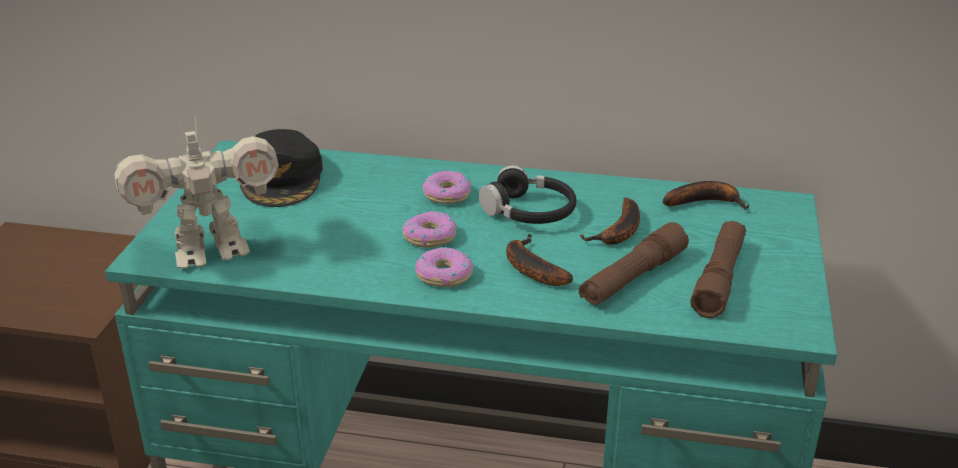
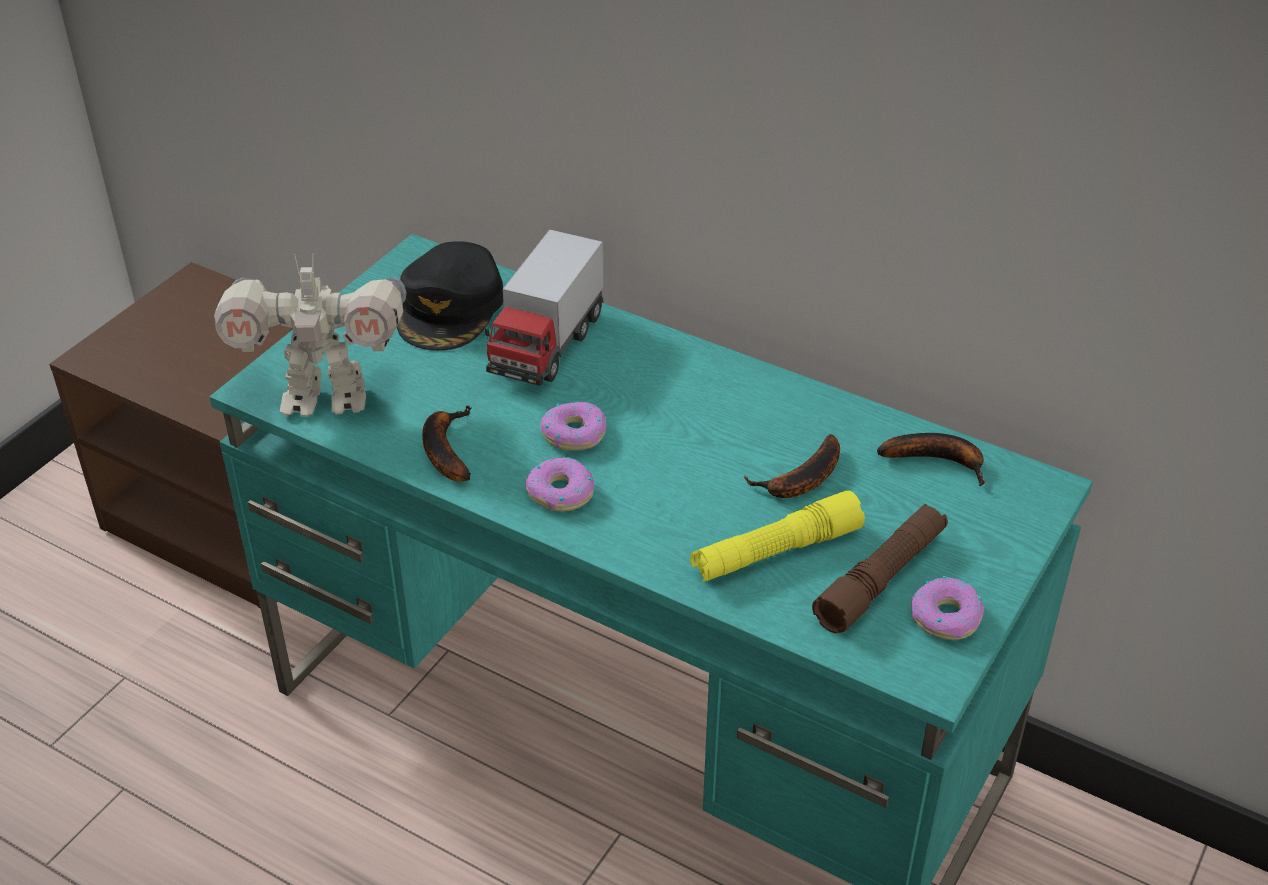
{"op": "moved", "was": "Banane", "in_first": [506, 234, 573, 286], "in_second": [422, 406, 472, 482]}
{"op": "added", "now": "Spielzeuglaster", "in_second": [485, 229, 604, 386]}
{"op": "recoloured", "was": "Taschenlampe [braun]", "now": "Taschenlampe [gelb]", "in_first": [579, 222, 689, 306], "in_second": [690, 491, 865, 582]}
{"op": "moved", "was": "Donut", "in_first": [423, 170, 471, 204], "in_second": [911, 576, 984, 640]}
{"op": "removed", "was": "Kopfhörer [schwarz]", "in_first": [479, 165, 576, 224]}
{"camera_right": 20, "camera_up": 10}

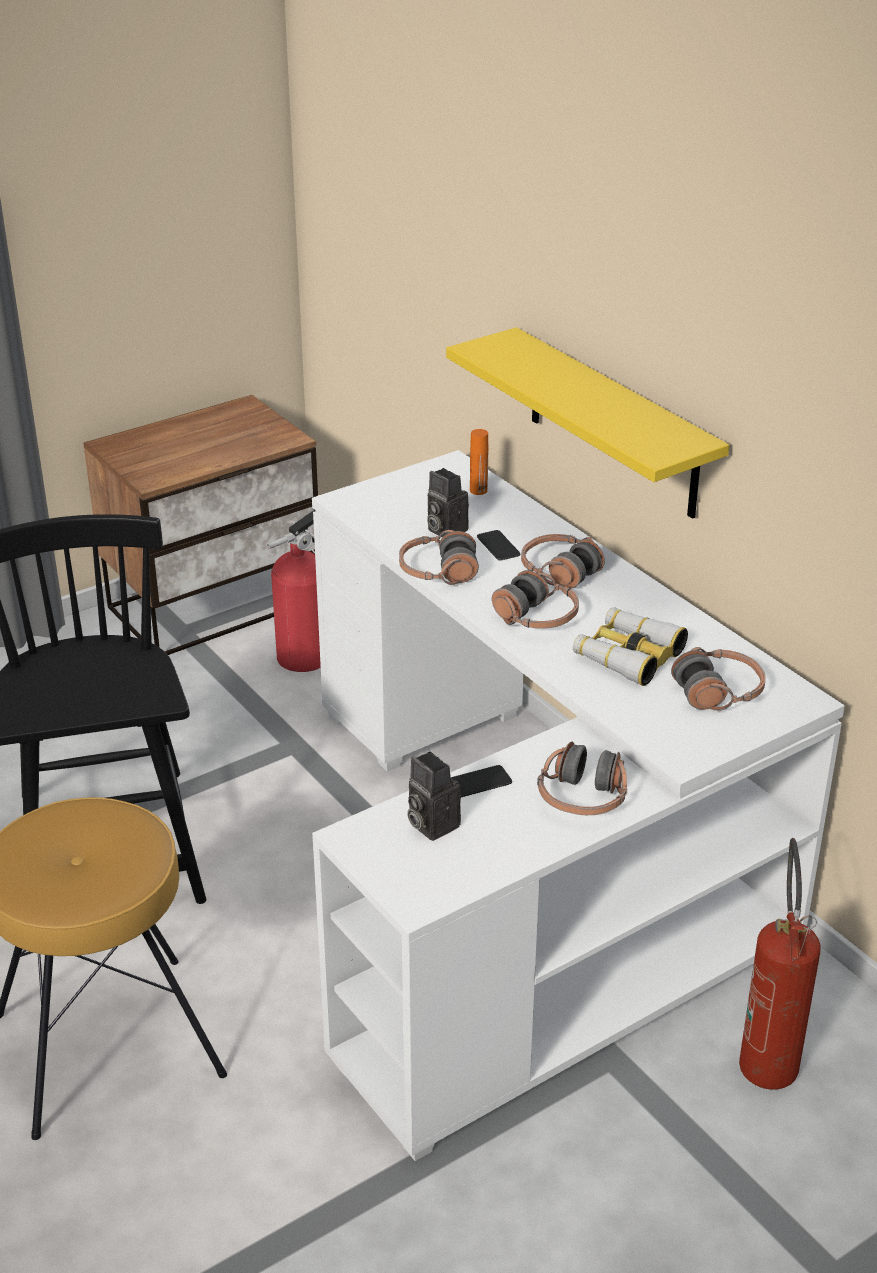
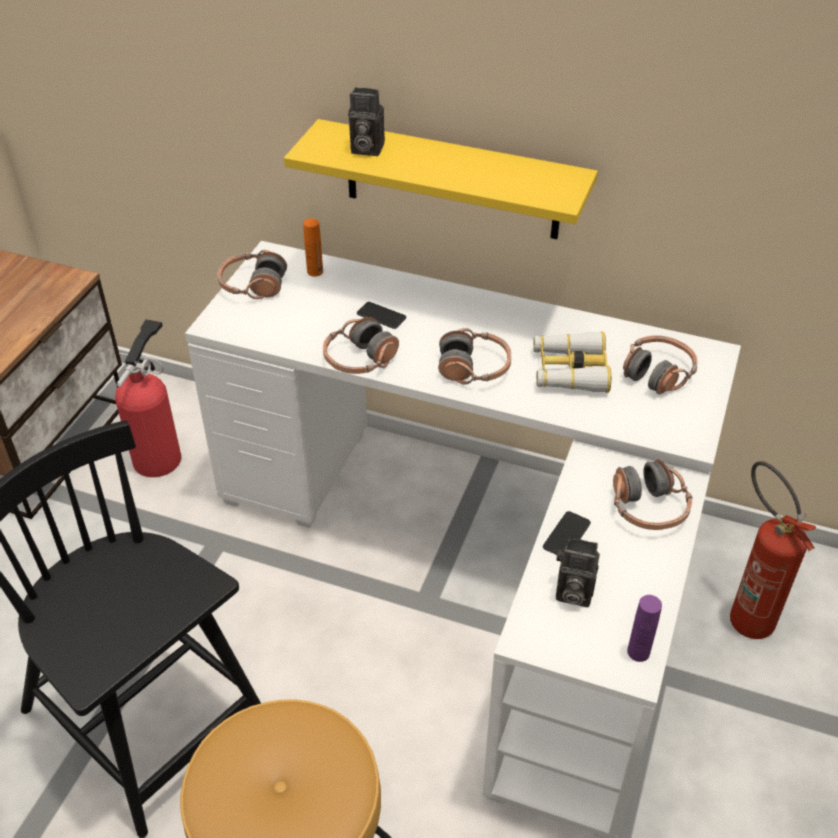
{"op": "moved", "was": "Kopfhörer", "in_first": [521, 534, 605, 589], "in_second": [217, 250, 287, 299]}
{"op": "moved", "was": "Kamera", "in_first": [427, 468, 469, 537], "in_second": [348, 87, 385, 156]}
{"op": "added", "now": "Flasche [lila]", "in_second": [627, 595, 662, 662]}
{"camera_right": -35, "camera_up": 10}

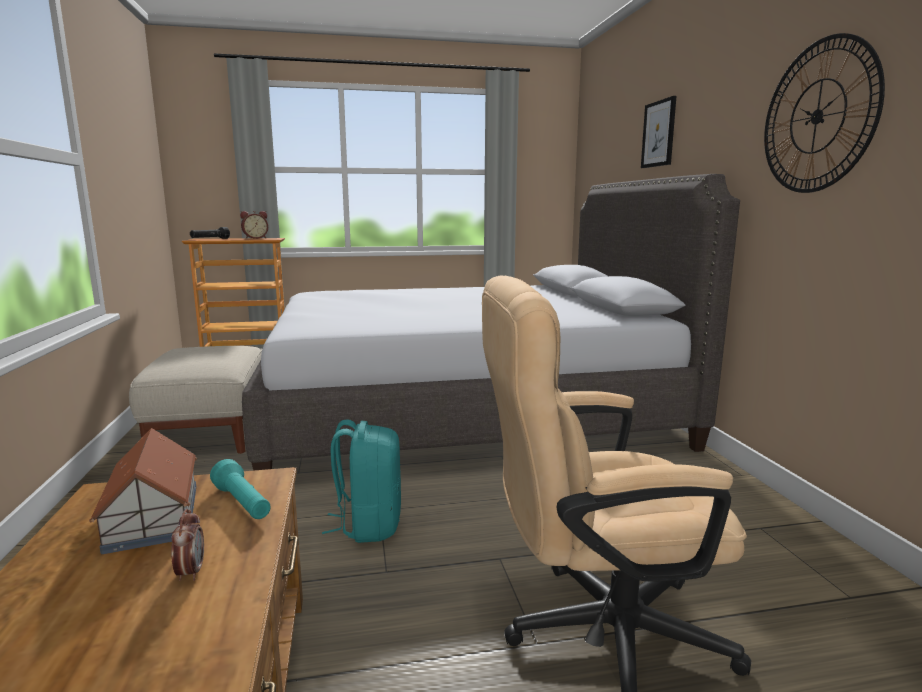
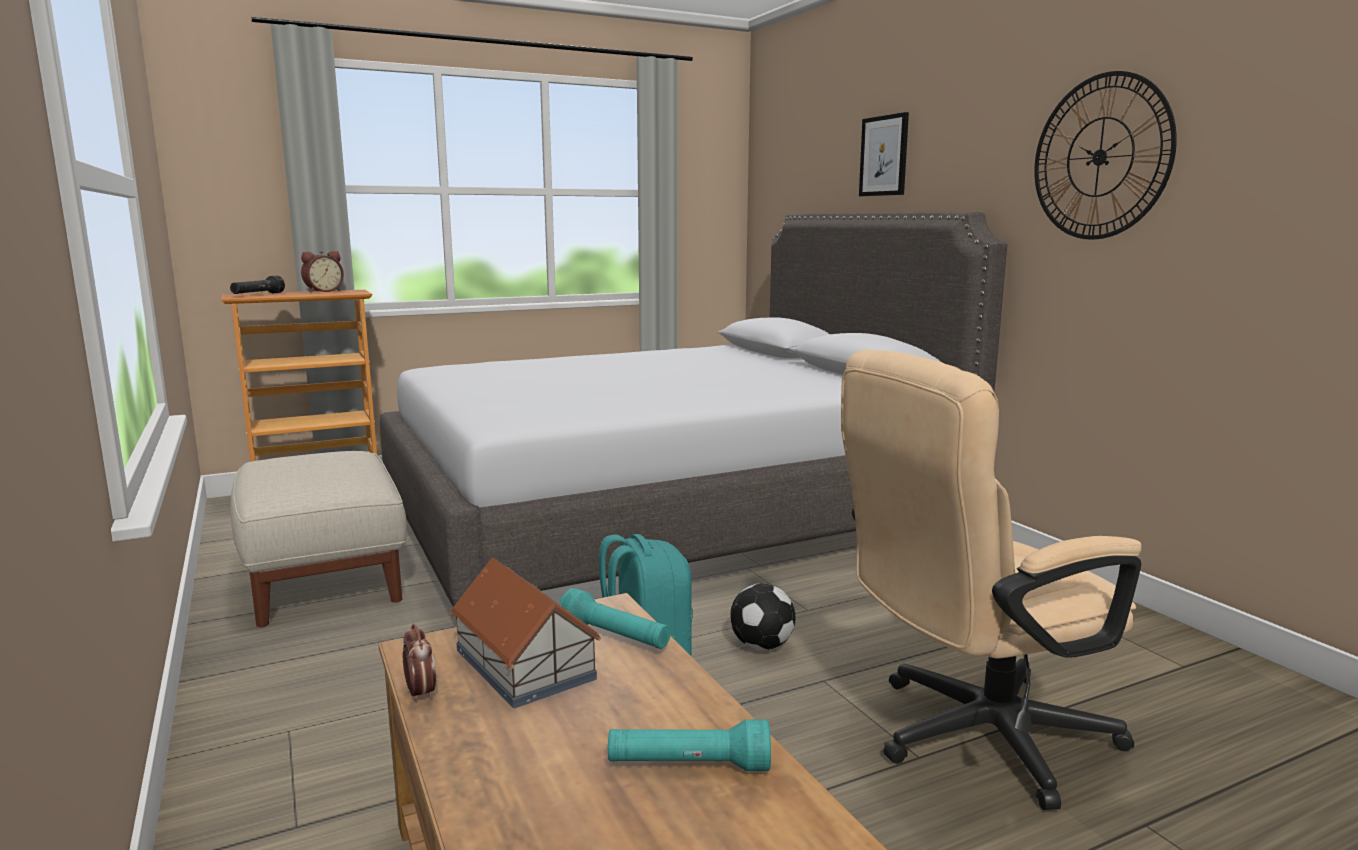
{"op": "moved", "was": "Wecker", "in_first": [171, 509, 204, 581], "in_second": [403, 623, 436, 702]}
{"op": "added", "now": "Taschenlampe [türkis]", "in_second": [608, 720, 771, 771]}
{"op": "added", "now": "Fußball", "in_second": [730, 583, 795, 650]}
{"camera_right": -15, "camera_up": 0}

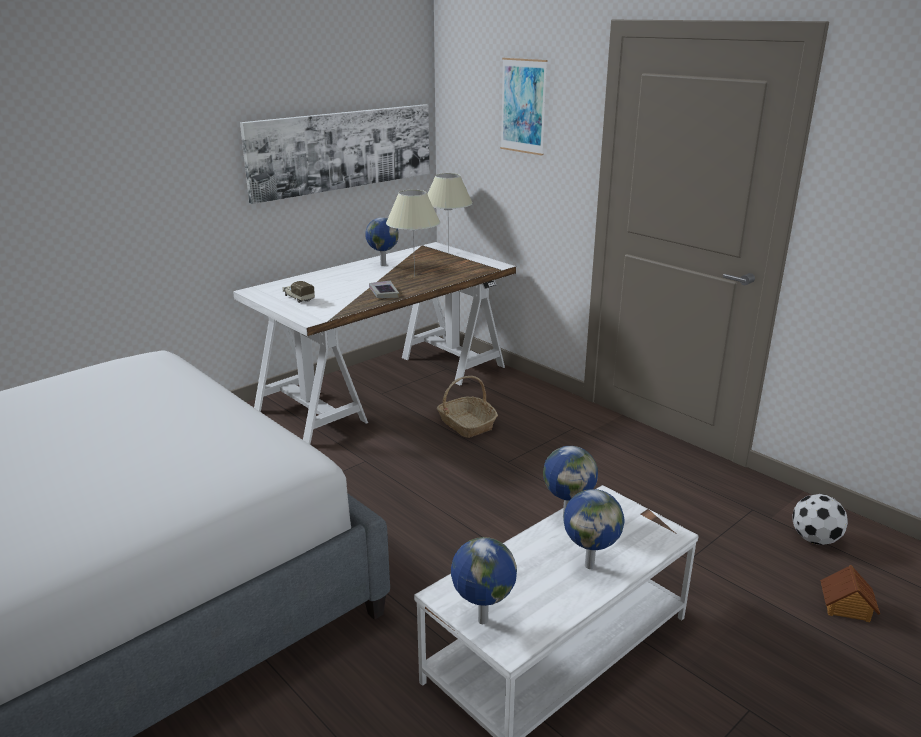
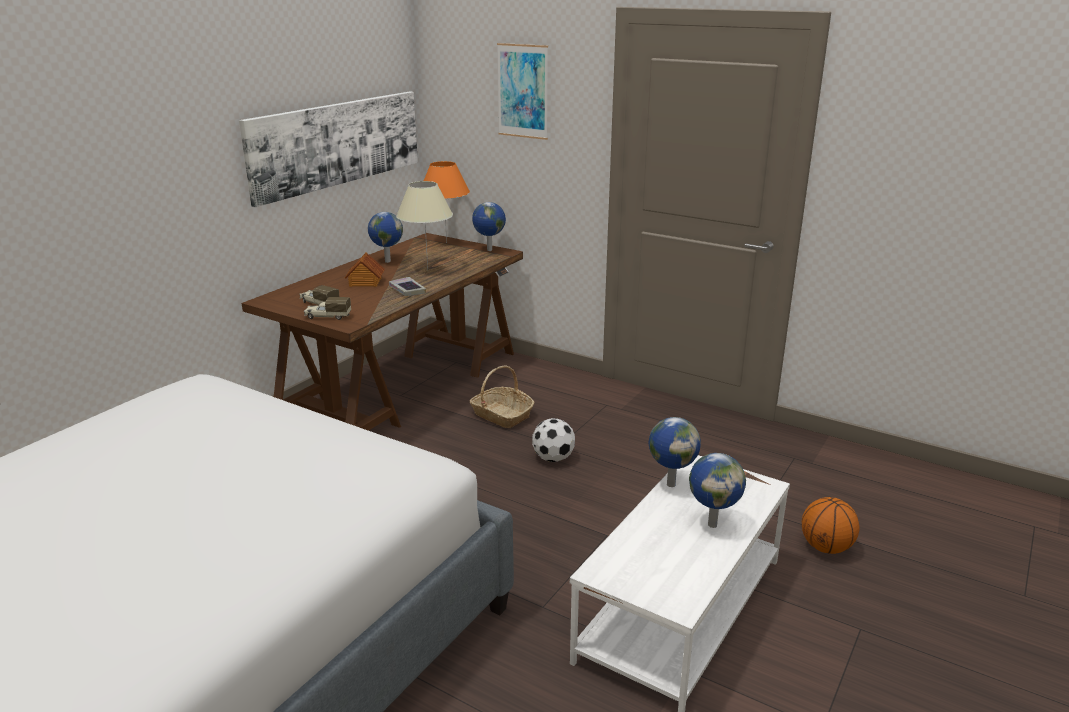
{"op": "recoloured", "was": "Schreibtisch [weiß]", "now": "Schreibtisch [braun]", "in_first": [233, 242, 516, 444], "in_second": [242, 233, 523, 431]}
{"op": "added", "now": "Spielzeuglaster", "in_second": [304, 297, 351, 320]}
{"op": "moved", "was": "Spielzeughaus", "in_first": [820, 565, 880, 622], "in_second": [345, 253, 385, 287]}
{"op": "recoloured", "was": "Tischlampe [beige]", "now": "Tischlampe [orange]", "in_first": [427, 173, 473, 253], "in_second": [424, 161, 470, 243]}
{"op": "moved", "was": "Globus", "in_first": [451, 537, 517, 624], "in_second": [472, 202, 506, 251]}
{"op": "moved", "was": "Fußball", "in_first": [793, 494, 848, 545], "in_second": [532, 418, 575, 462]}
{"op": "added", "now": "Basketball", "in_second": [802, 497, 860, 554]}
{"camera_right": -15, "camera_up": 0}

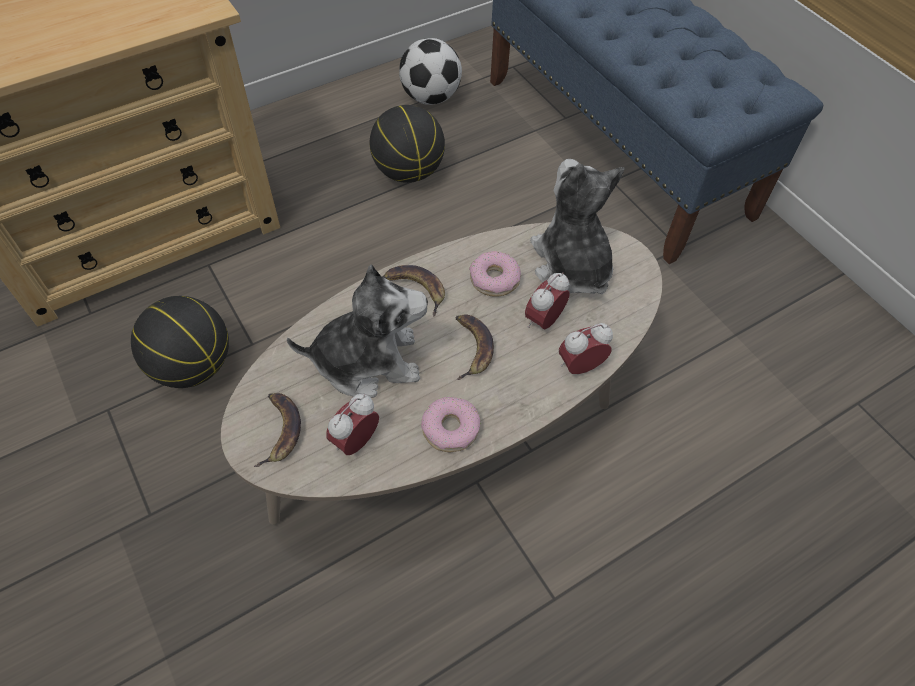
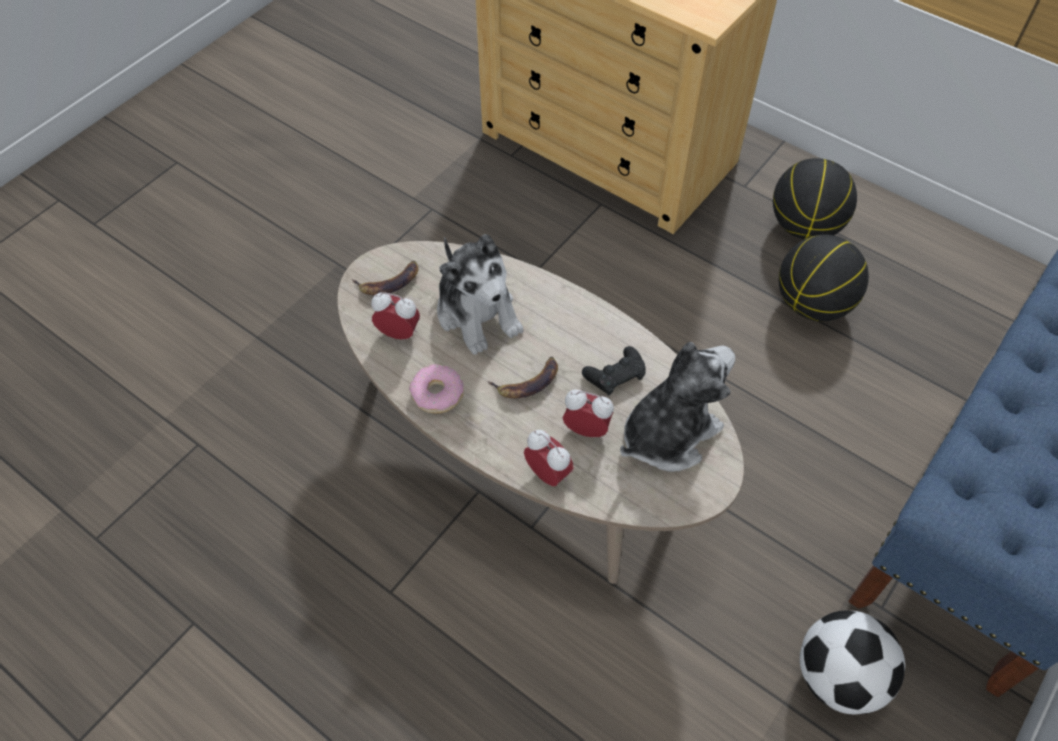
{"op": "replaced", "was": "Donut", "now": "Gamepad [schwarz]", "in_first": [469, 251, 521, 297], "in_second": [582, 346, 646, 395]}
{"op": "moved", "was": "Basketball", "in_first": [131, 296, 229, 388], "in_second": [773, 158, 857, 239]}
{"op": "moved", "was": "Fußball", "in_first": [399, 38, 462, 105], "in_second": [800, 611, 905, 714]}
{"op": "removed", "was": "Banane", "in_first": [382, 265, 445, 316]}
{"camera_right": 70, "camera_up": 0}

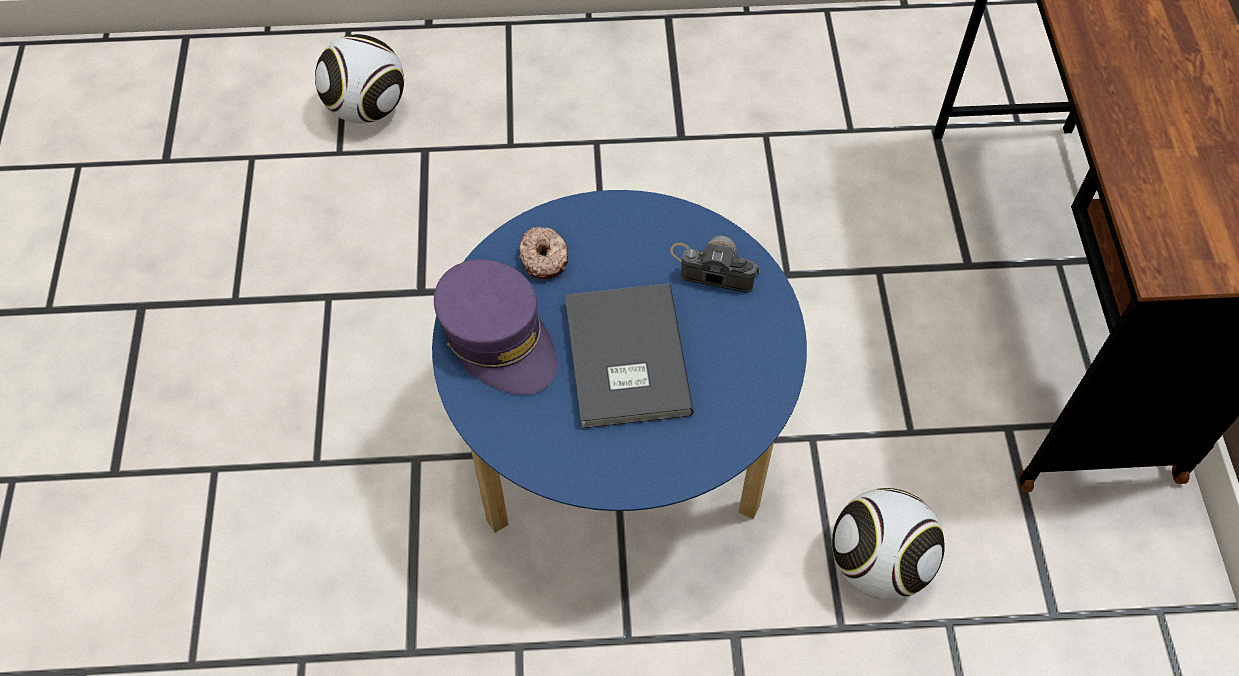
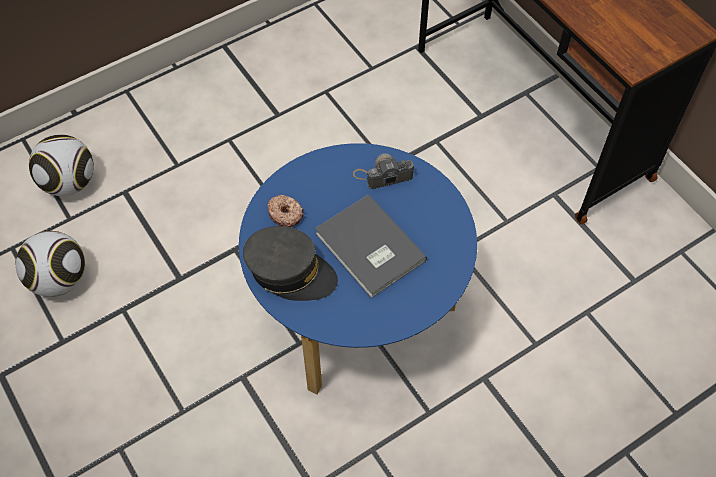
{"op": "moved", "was": "Fußball", "in_first": [832, 488, 945, 599], "in_second": [16, 231, 85, 297]}
{"op": "recoloured", "was": "Kappe [lila]", "now": "Kappe [grau]", "in_first": [434, 259, 557, 395], "in_second": [243, 226, 338, 301]}
{"camera_right": -30, "camera_up": 0}

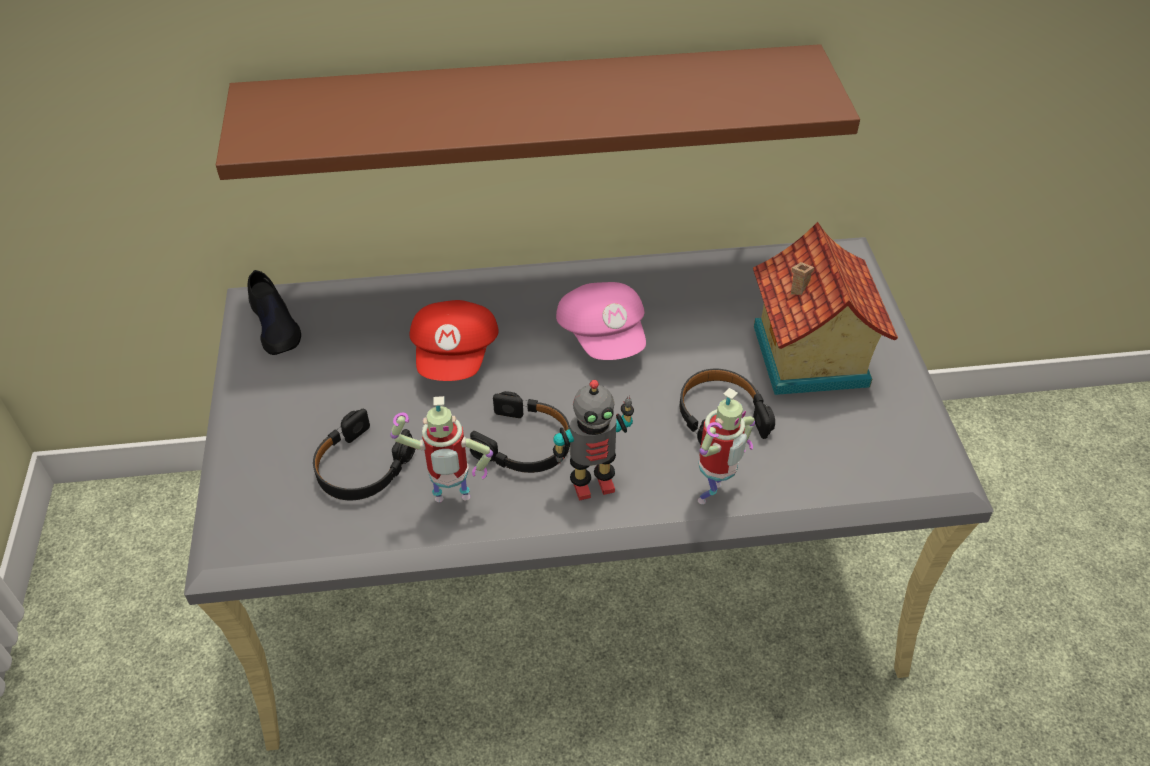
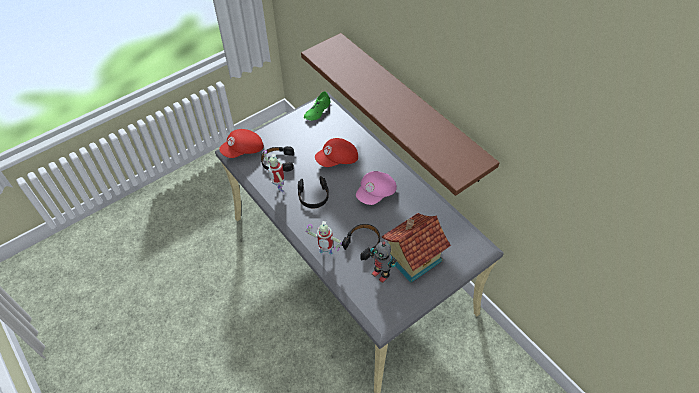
{"op": "added", "now": "Kappe [rot]", "in_second": [219, 129, 264, 158]}
{"op": "recoloured", "was": "Schuh [schwarz]", "now": "Schuh [grün]", "in_first": [248, 270, 301, 355], "in_second": [304, 91, 330, 121]}
{"op": "moved", "was": "Spielzeugroboter", "in_first": [553, 380, 634, 501], "in_second": [370, 241, 397, 283]}
{"camera_right": 60, "camera_up": 5}

